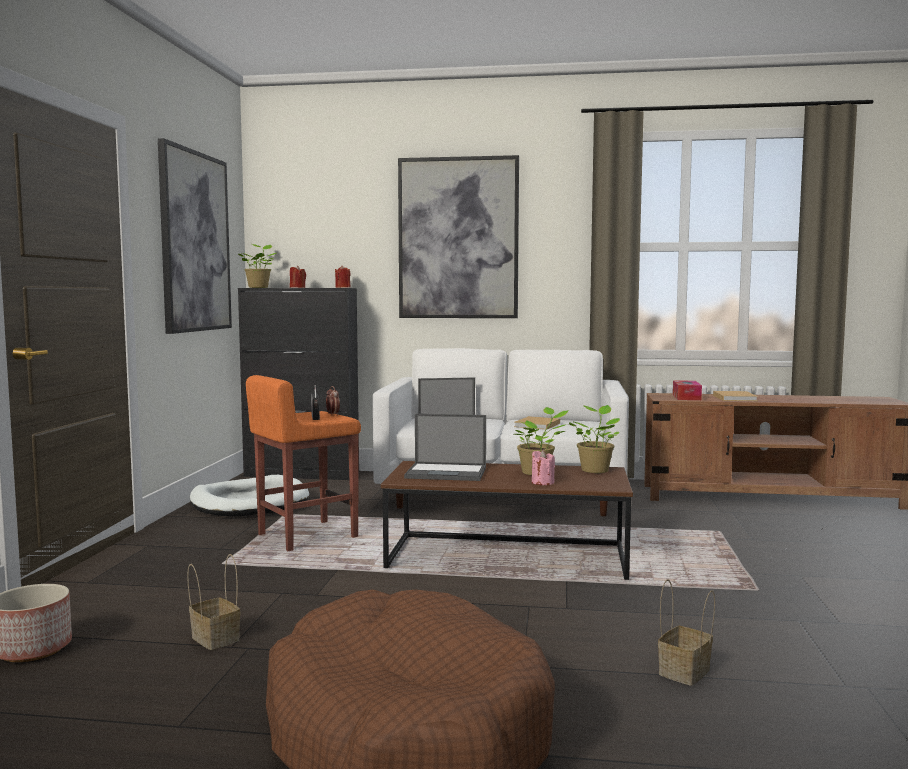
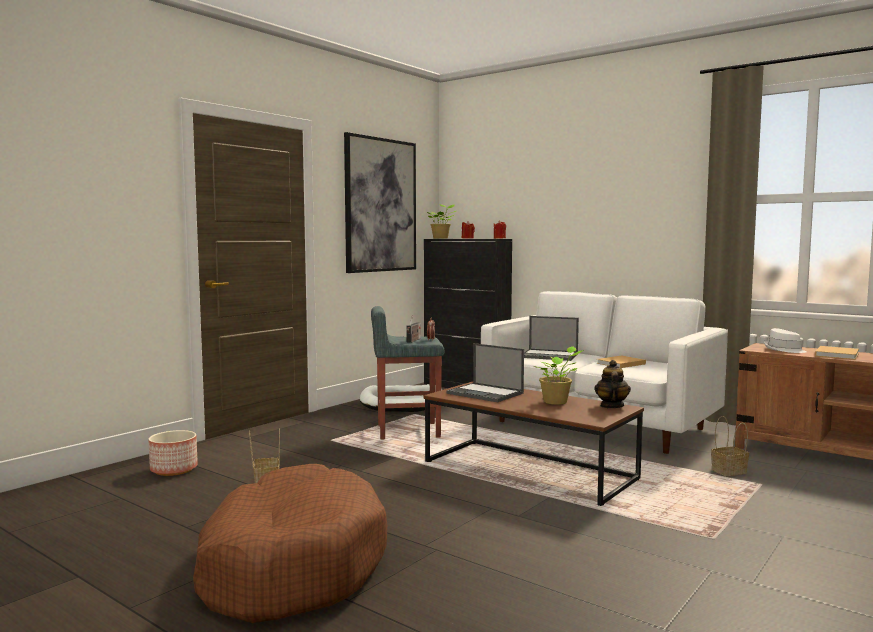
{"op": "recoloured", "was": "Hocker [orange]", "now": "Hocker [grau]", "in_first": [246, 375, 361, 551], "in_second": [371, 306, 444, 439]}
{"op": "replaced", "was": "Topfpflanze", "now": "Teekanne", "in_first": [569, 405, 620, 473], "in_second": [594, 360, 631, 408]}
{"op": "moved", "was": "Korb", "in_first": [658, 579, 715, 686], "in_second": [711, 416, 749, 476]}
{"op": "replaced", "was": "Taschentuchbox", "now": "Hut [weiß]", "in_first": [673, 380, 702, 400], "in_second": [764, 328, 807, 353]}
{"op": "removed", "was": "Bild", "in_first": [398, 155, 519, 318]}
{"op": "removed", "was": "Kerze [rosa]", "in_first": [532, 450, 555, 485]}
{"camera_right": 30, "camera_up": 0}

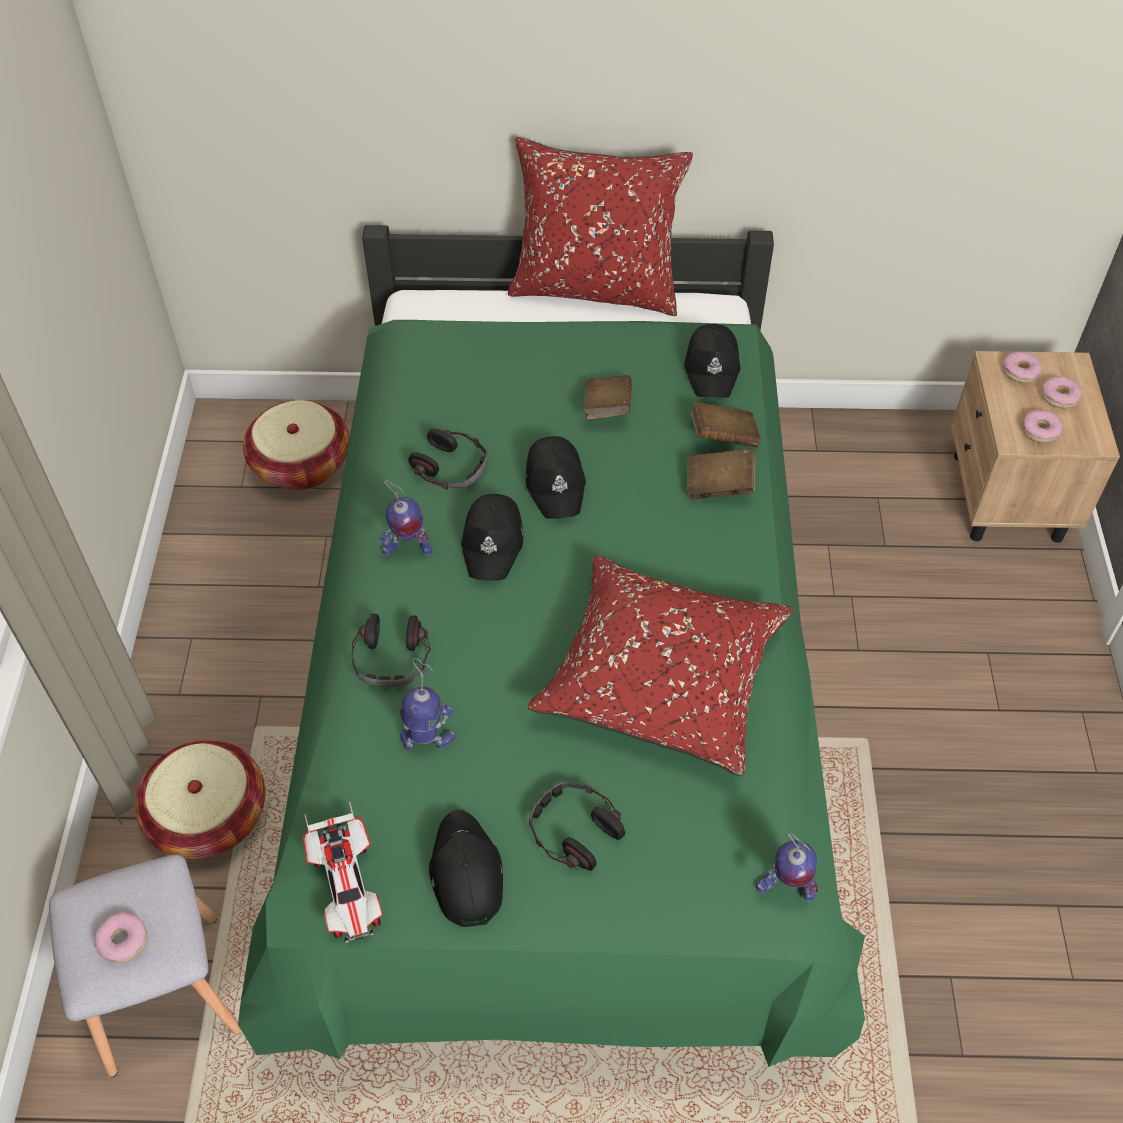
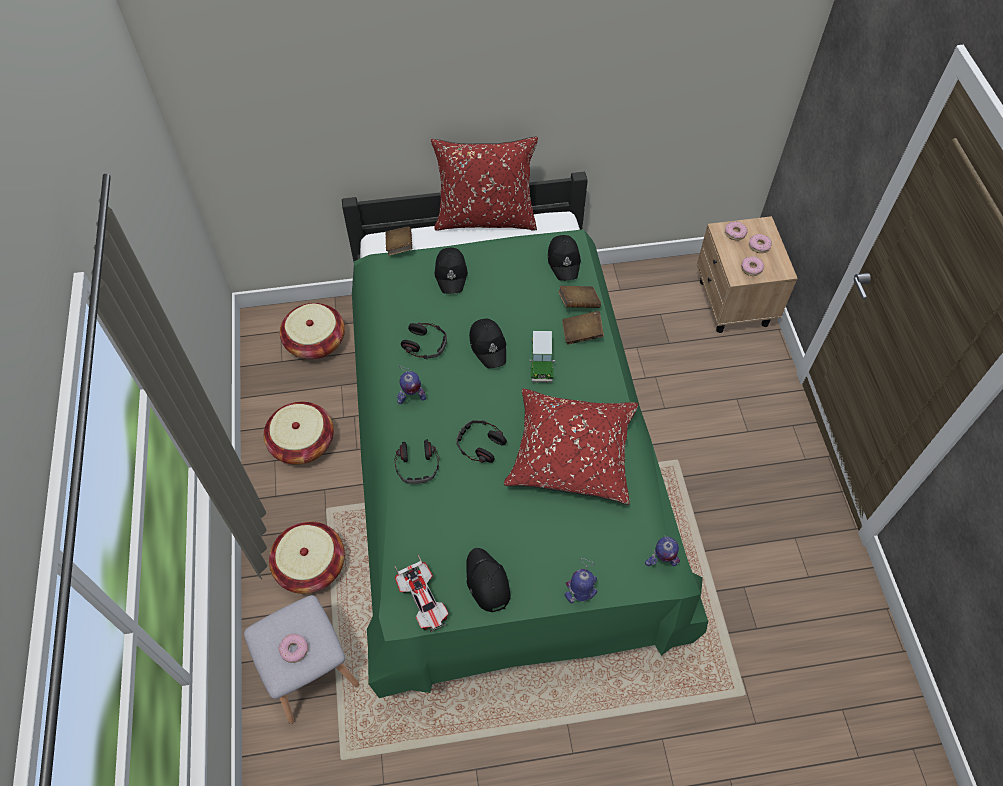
{"op": "added", "now": "Korb", "in_second": [264, 402, 334, 465]}
{"op": "moved", "was": "Buch [braun]", "in_first": [583, 375, 632, 419], "in_second": [385, 227, 412, 256]}
{"op": "moved", "was": "Kappe [schwarz]", "in_first": [461, 494, 523, 581], "in_second": [435, 248, 468, 294]}
{"op": "moved", "was": "Kopfhörer", "in_first": [529, 781, 625, 871], "in_second": [456, 420, 507, 463]}
{"op": "added", "now": "Spielzeugauto", "in_second": [529, 331, 555, 383]}
{"op": "moved", "was": "Spielzeugroboter", "in_first": [400, 658, 455, 750], "in_second": [565, 558, 597, 604]}
{"camera_right": -10, "camera_up": 5}

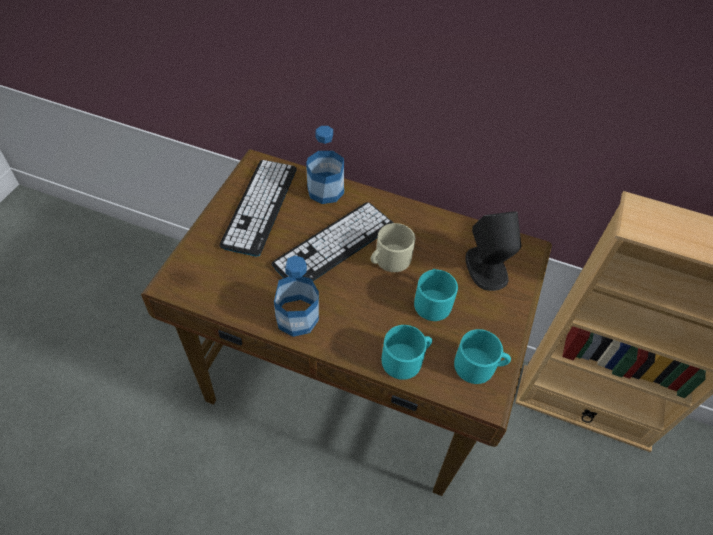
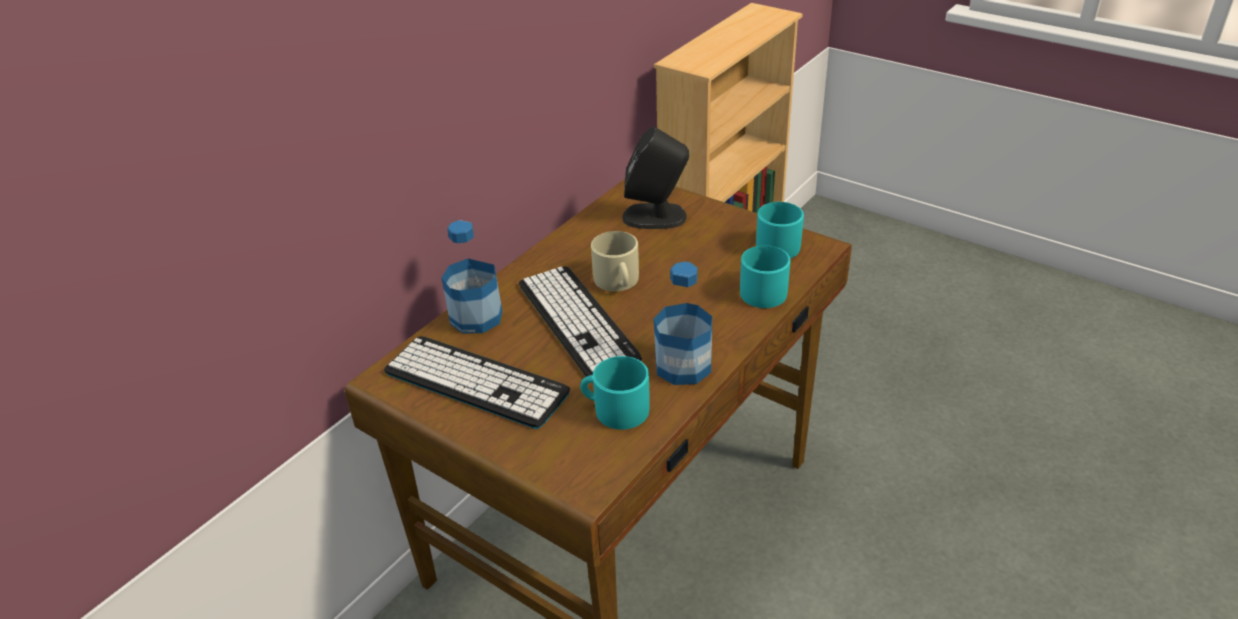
{"op": "moved", "was": "Henkelbecher [türkis]", "in_first": [414, 269, 458, 321], "in_second": [580, 356, 650, 430]}
{"camera_right": -70, "camera_up": -15}

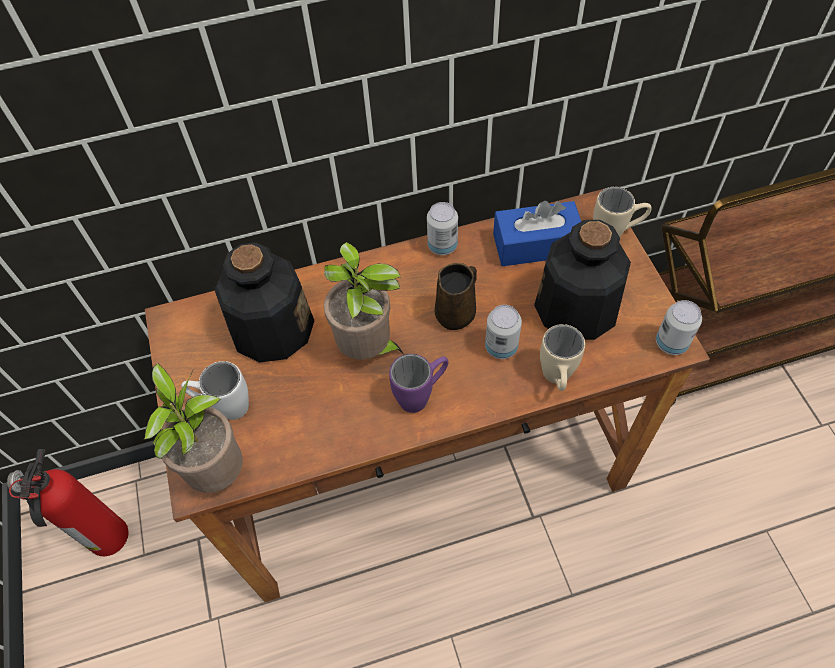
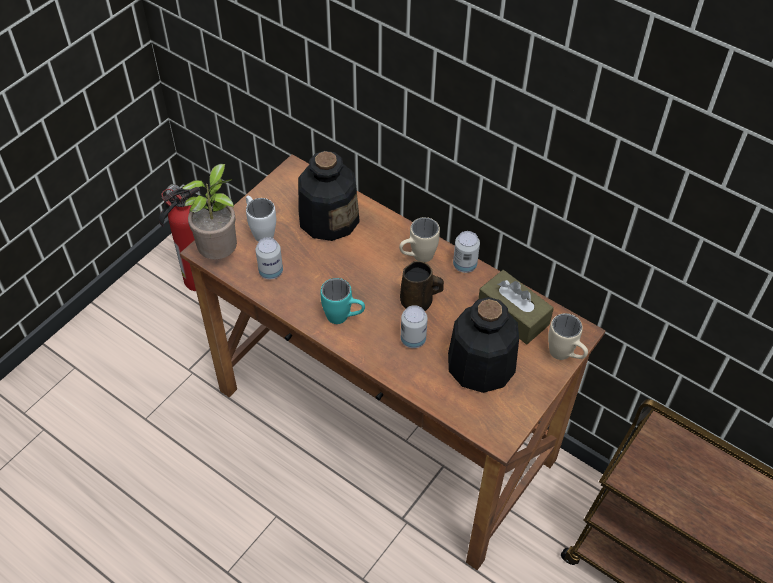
{"op": "moved", "was": "Dose", "in_first": [656, 300, 702, 355], "in_second": [255, 237, 283, 279]}
{"op": "recoloured", "was": "Henkelbecher [lila]", "now": "Henkelbecher [türkis]", "in_first": [389, 354, 448, 413], "in_second": [321, 278, 365, 324]}
{"op": "moved", "was": "Henkelbecher [beige]", "in_first": [540, 324, 585, 391], "in_second": [399, 217, 440, 262]}
{"op": "recoloured", "was": "Taschentuchbox [blau]", "now": "Taschentuchbox [braun]", "in_first": [493, 201, 581, 266], "in_second": [478, 270, 554, 344]}
{"op": "removed", "was": "Topfpflanze", "in_first": [324, 242, 403, 360]}
{"camera_right": 50, "camera_up": -5}

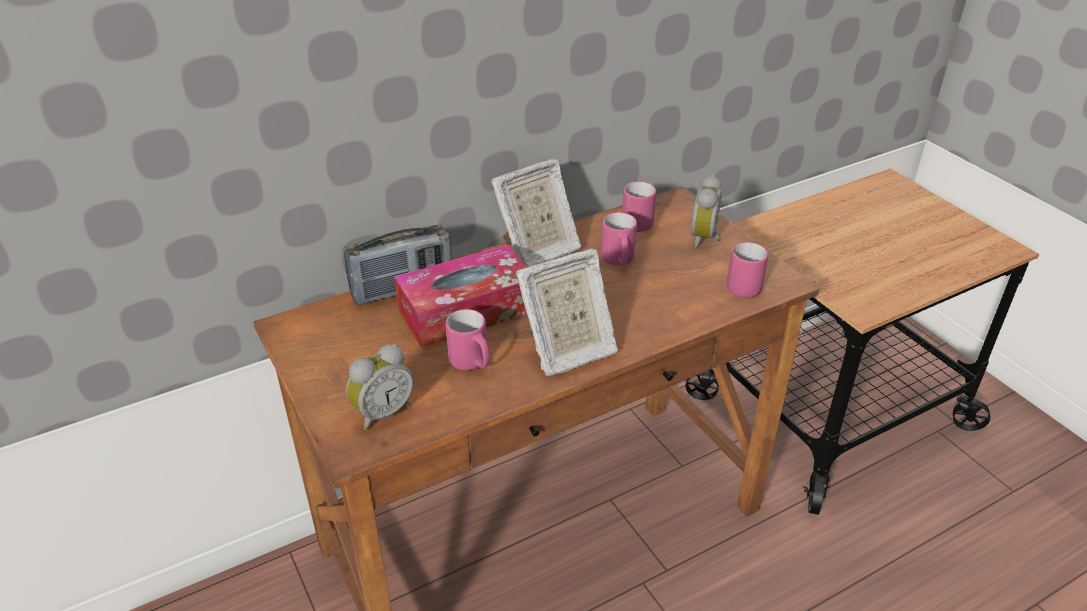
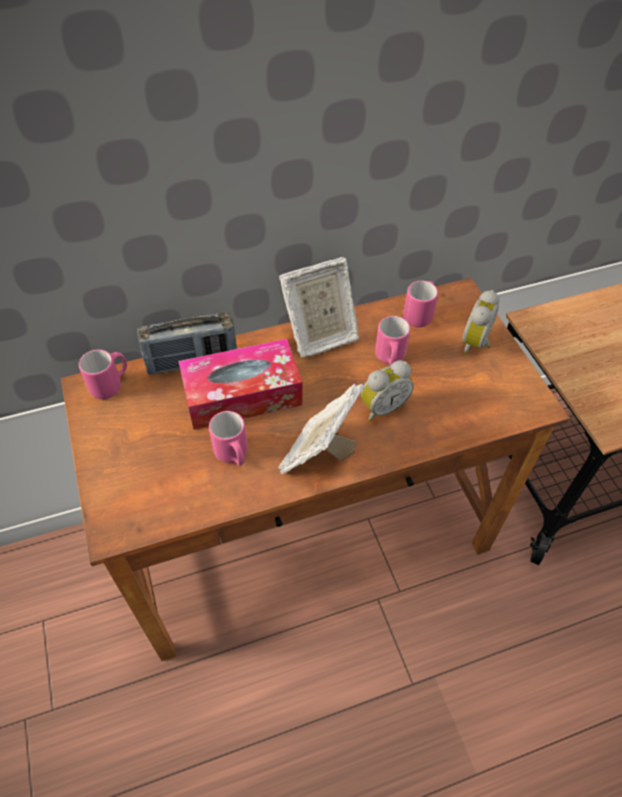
{"op": "moved", "was": "Henkelbecher [rosa]", "in_first": [726, 242, 768, 298], "in_second": [79, 349, 127, 399]}
{"op": "turned", "was": "Bilderrahmen", "in_first": [516, 248, 618, 376], "in_second": [278, 384, 364, 474], "clockwise": 135}
{"op": "moved", "was": "Wecker", "in_first": [346, 344, 414, 430], "in_second": [361, 360, 414, 421]}
{"camera_right": 10, "camera_up": 15}

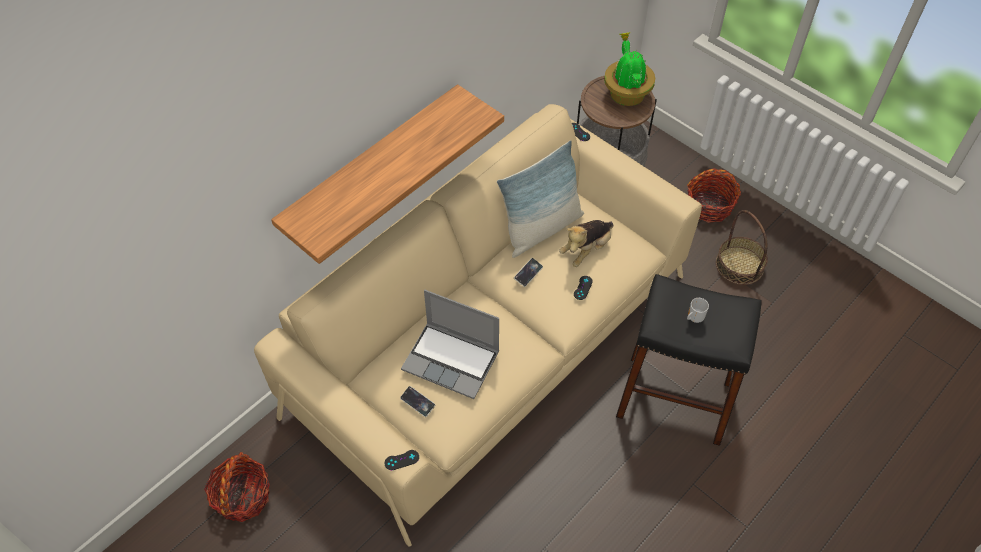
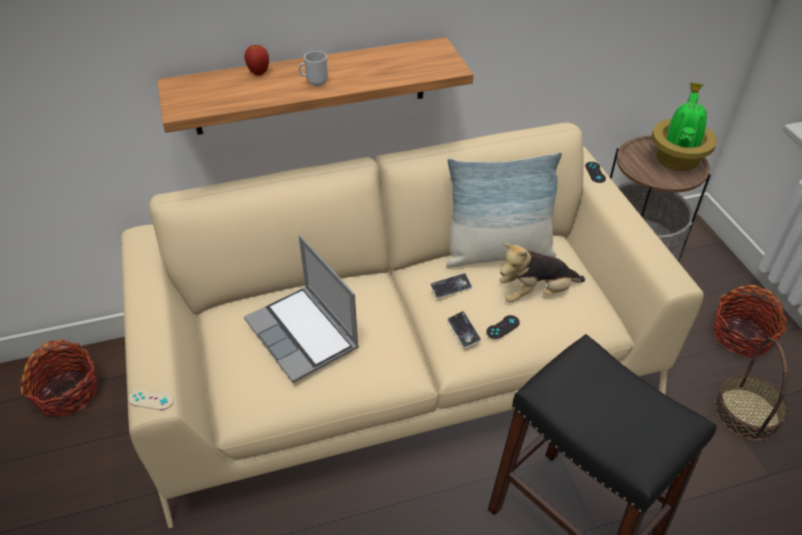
{"op": "recoloured", "was": "Gamepad [schwarz]", "now": "Gamepad [beige]", "in_first": [385, 450, 419, 470], "in_second": [129, 389, 173, 410]}
{"op": "added", "now": "Apfel", "in_second": [244, 45, 269, 76]}
{"op": "moved", "was": "Henkelbecher", "in_first": [687, 298, 709, 323], "in_second": [298, 51, 328, 86]}
{"op": "moved", "was": "Handy", "in_first": [400, 386, 435, 417], "in_second": [447, 311, 481, 349]}
{"camera_right": 30, "camera_up": -10}

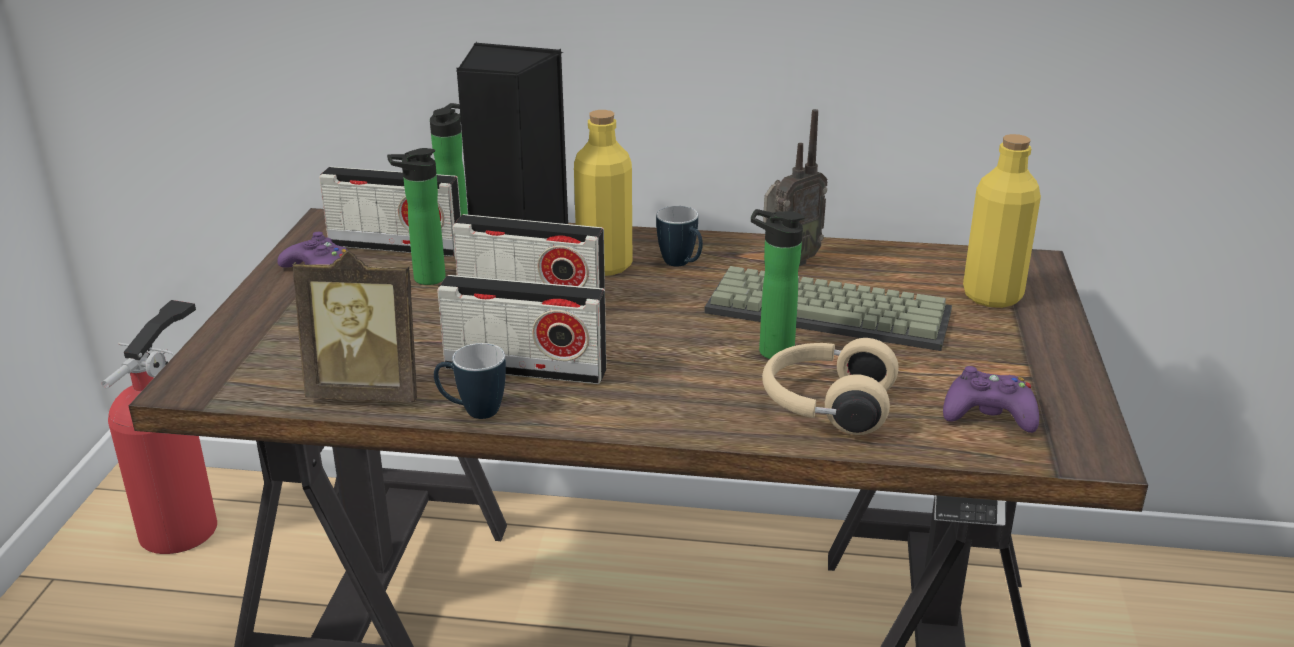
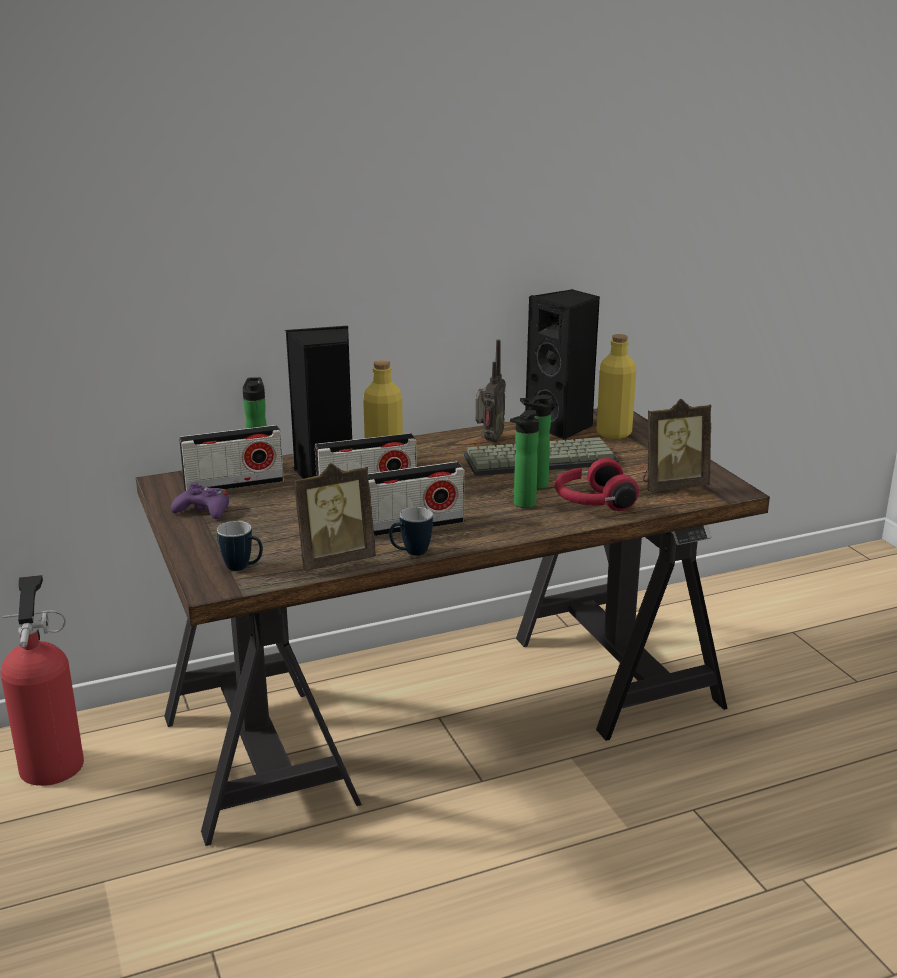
{"op": "moved", "was": "Henkelbecher", "in_first": [656, 206, 703, 267], "in_second": [217, 521, 263, 571]}
{"op": "moved", "was": "Flasche", "in_first": [387, 148, 446, 285], "in_second": [510, 410, 539, 508]}
{"op": "added", "now": "Lautsprecher [schwarz]", "in_second": [525, 289, 600, 440]}
{"op": "recoloured", "was": "Kopfhörer [beige]", "now": "Kopfhörer [rot]", "in_first": [762, 338, 899, 435], "in_second": [555, 458, 639, 511]}
{"op": "replaced", "was": "Gamepad [lila]", "now": "Bilderrahmen", "in_first": [943, 366, 1039, 433], "in_second": [643, 399, 711, 492]}
{"camera_right": -30, "camera_up": -5}

